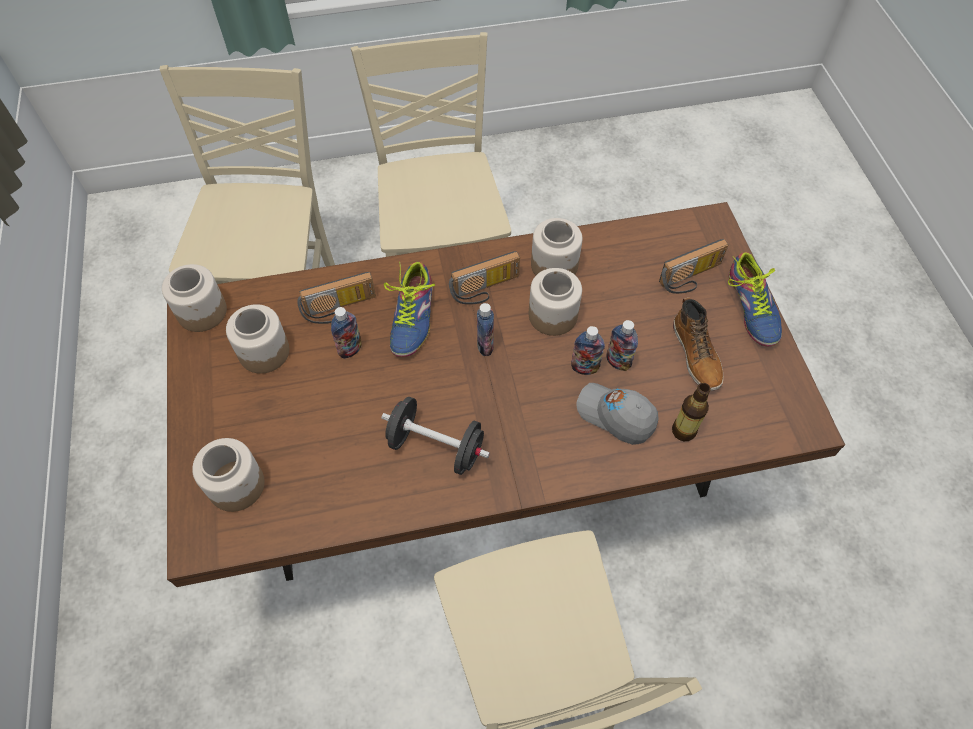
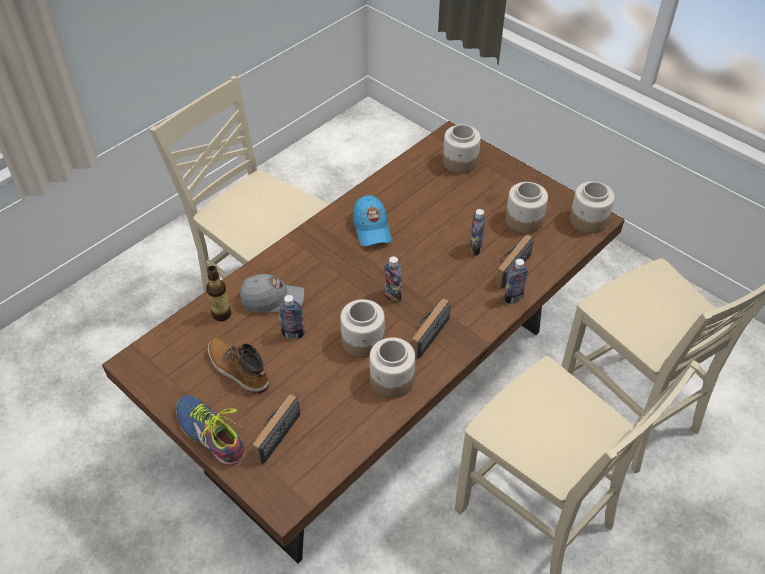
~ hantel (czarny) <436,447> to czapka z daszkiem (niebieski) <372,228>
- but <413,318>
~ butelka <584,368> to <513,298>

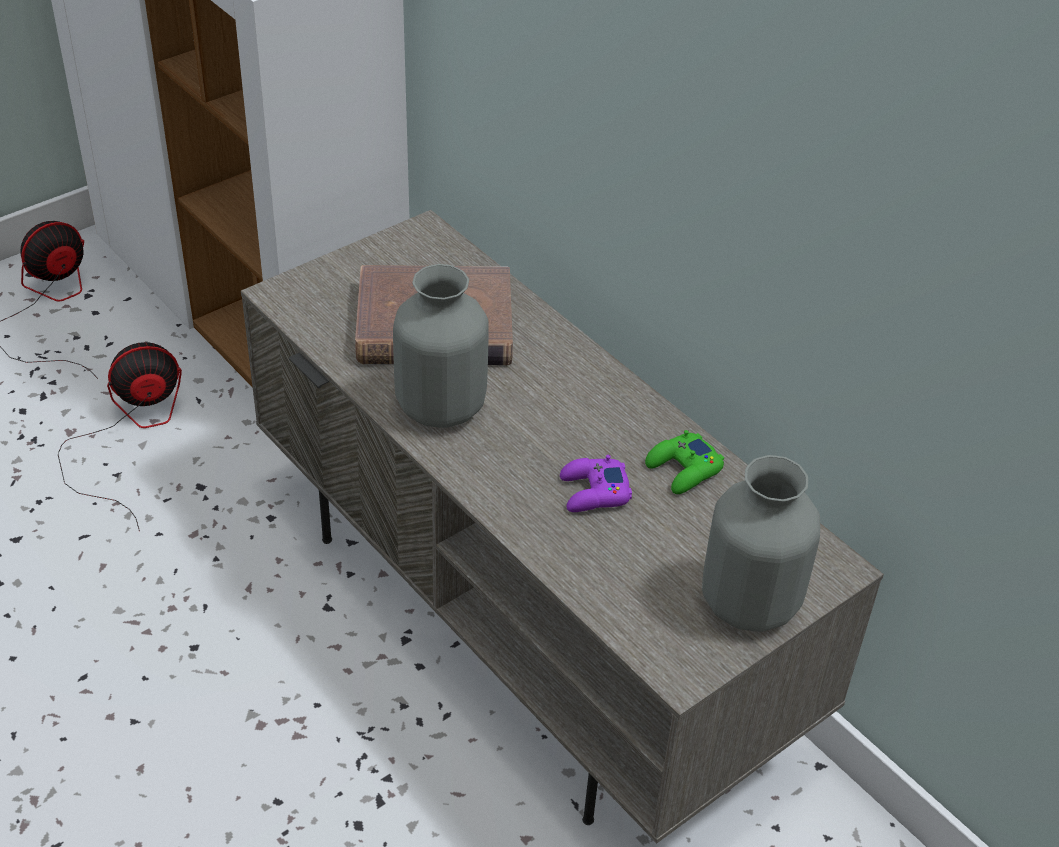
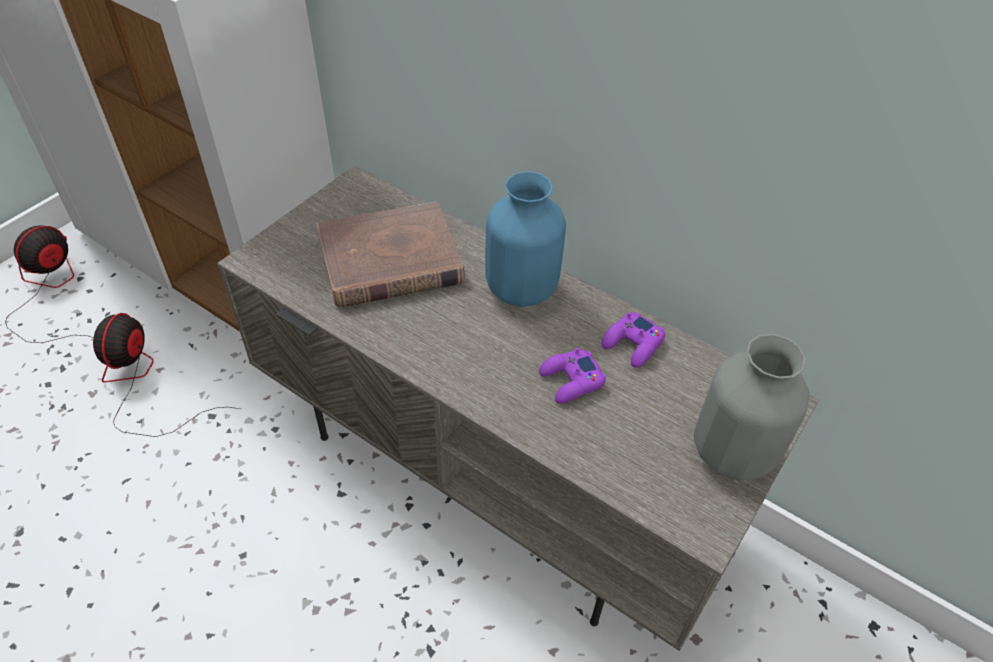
~ wentylator <130,433> = <143,384> 45 degrees counterclockwise
- wazon (szary) <439,408>
~ pad do gier (zielony) <684,469> to pad do gier (fioletowy) <633,344>
+ wazon (niebieski) <521,290>

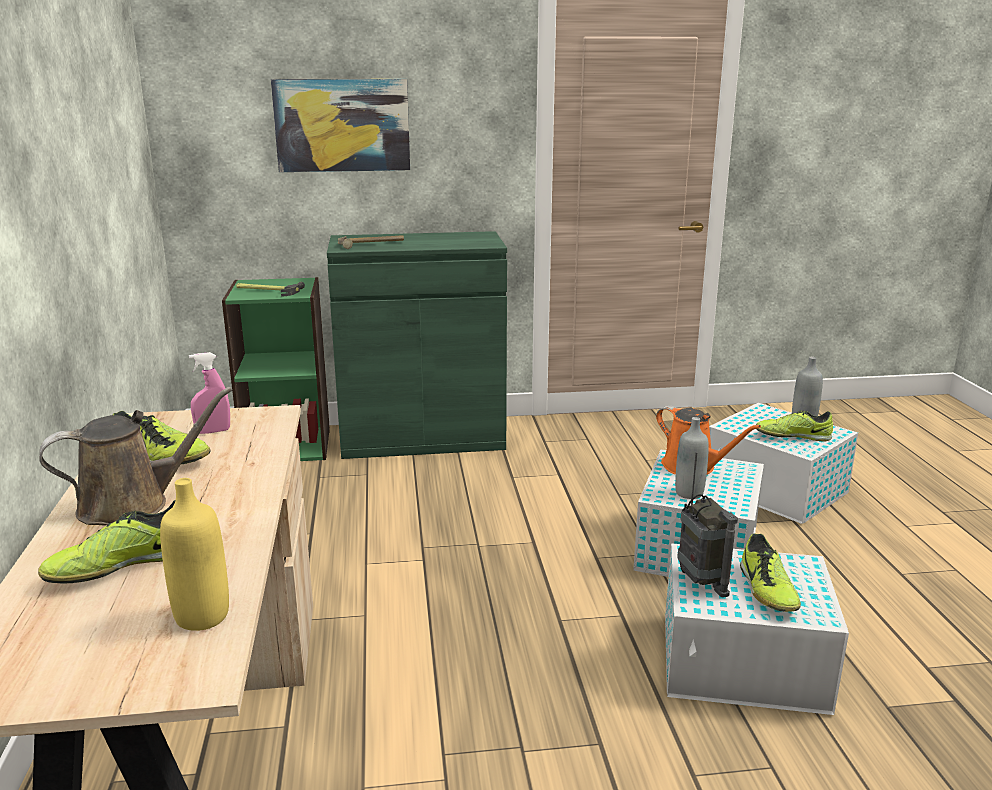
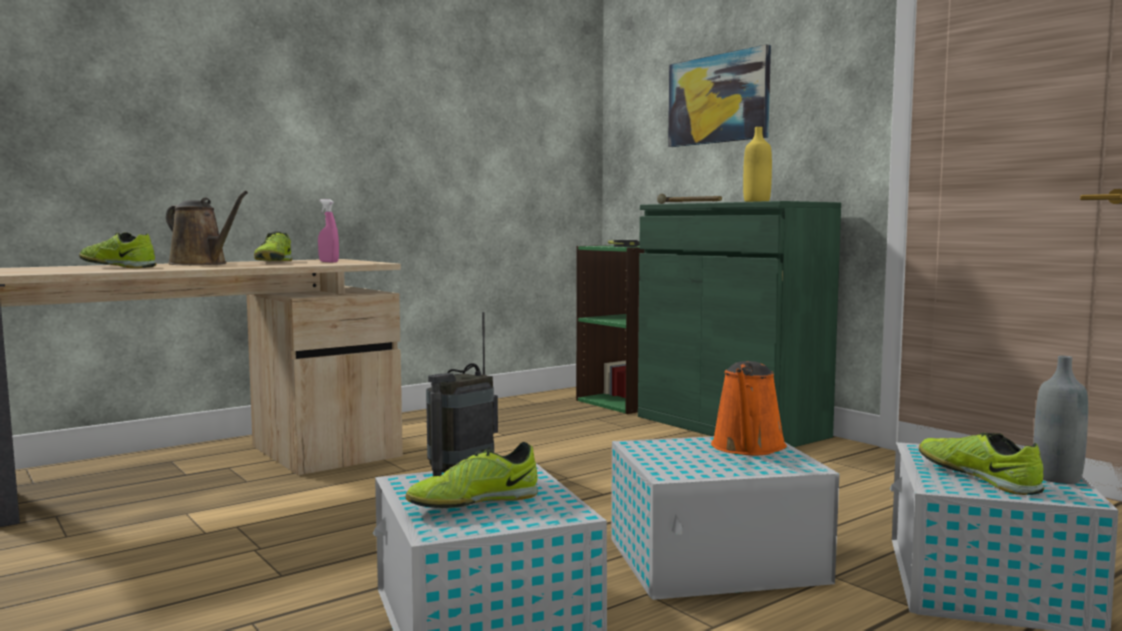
~ butelka (żółty) <202,616> to <756,201>
- butelka (szary) <689,493>

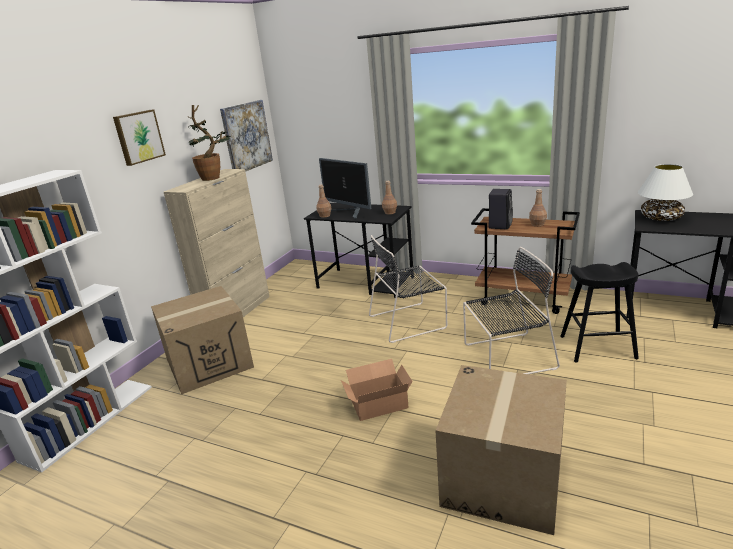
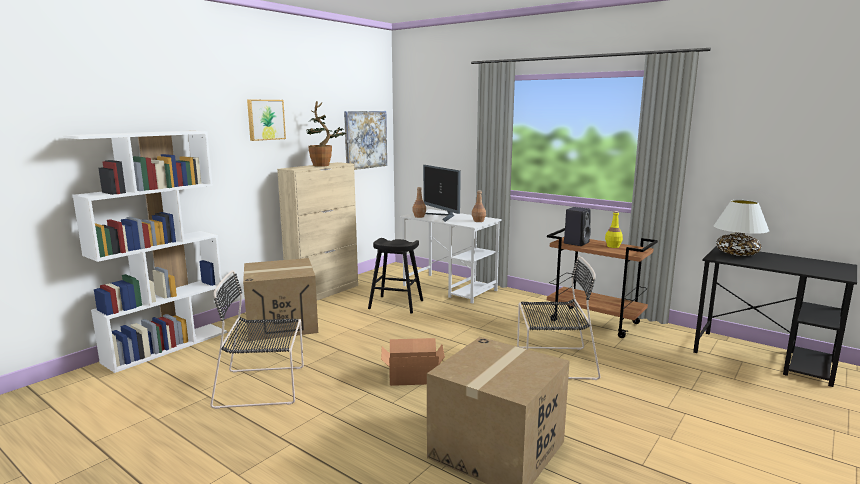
~ biurko (czarny) <366,283> to biurko (biały) <450,288>
~ krzesło (czarny) <409,321> to <264,386>
~ butelka (brązowy) <537,224> to butelka (żółty) <613,246>
~ stołek (czarny) <597,347> to <396,304>

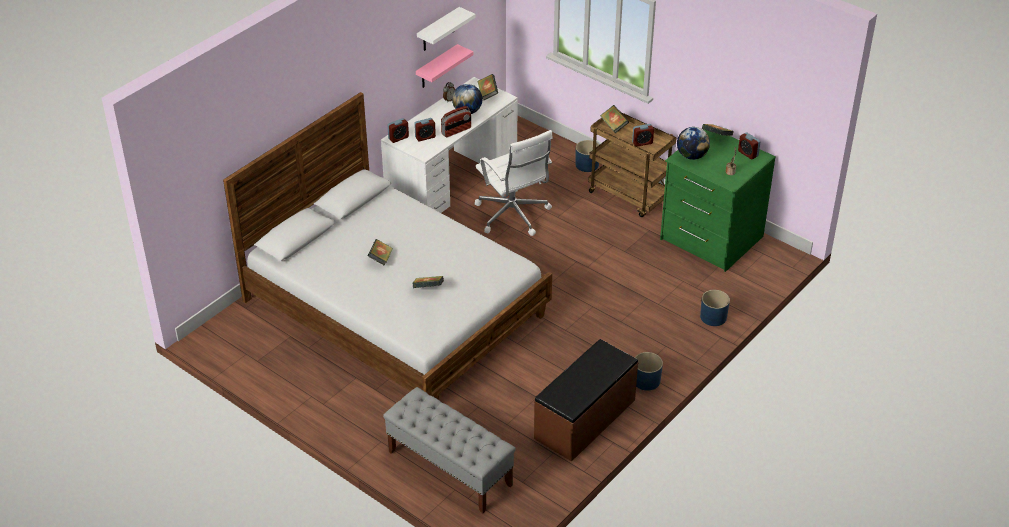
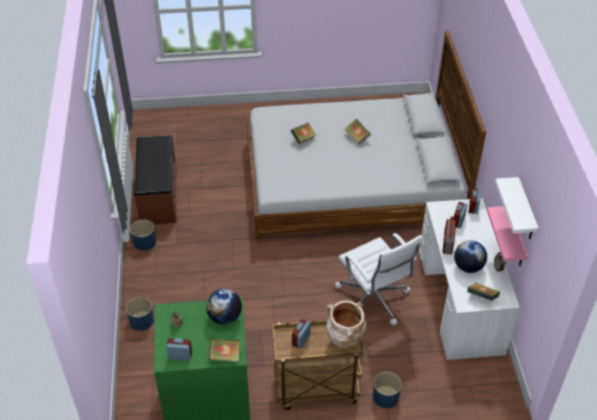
- ławka (szary) <449,468>
~ krzesło biurowe (biały) <513,216> = <373,300> 135 degrees counterclockwise
~ książka <614,126> to wazon (beżowy) <344,341>

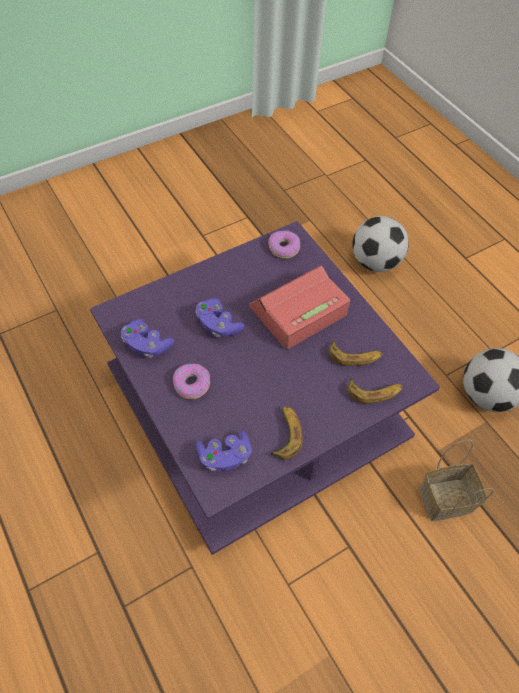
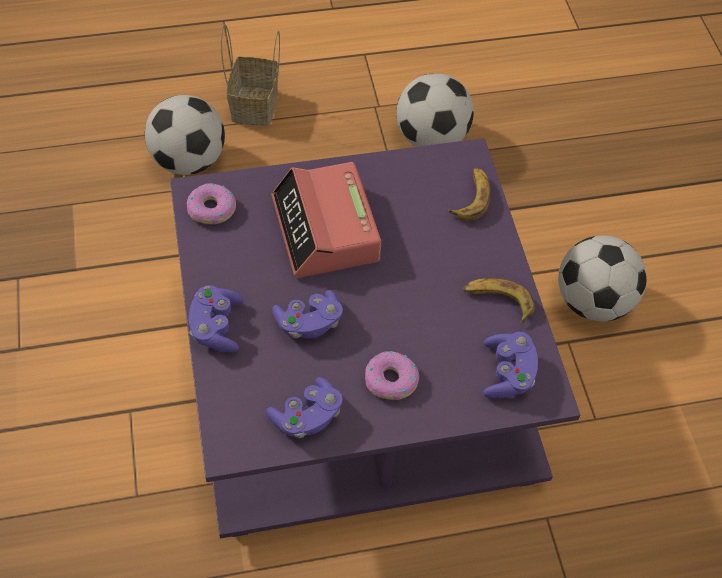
- banan <354,356>
~ koszyk <445,501> to <255,107>
+ pad do gier (fioletowy) <217,327>
+ piłka futbolowa <592,302>

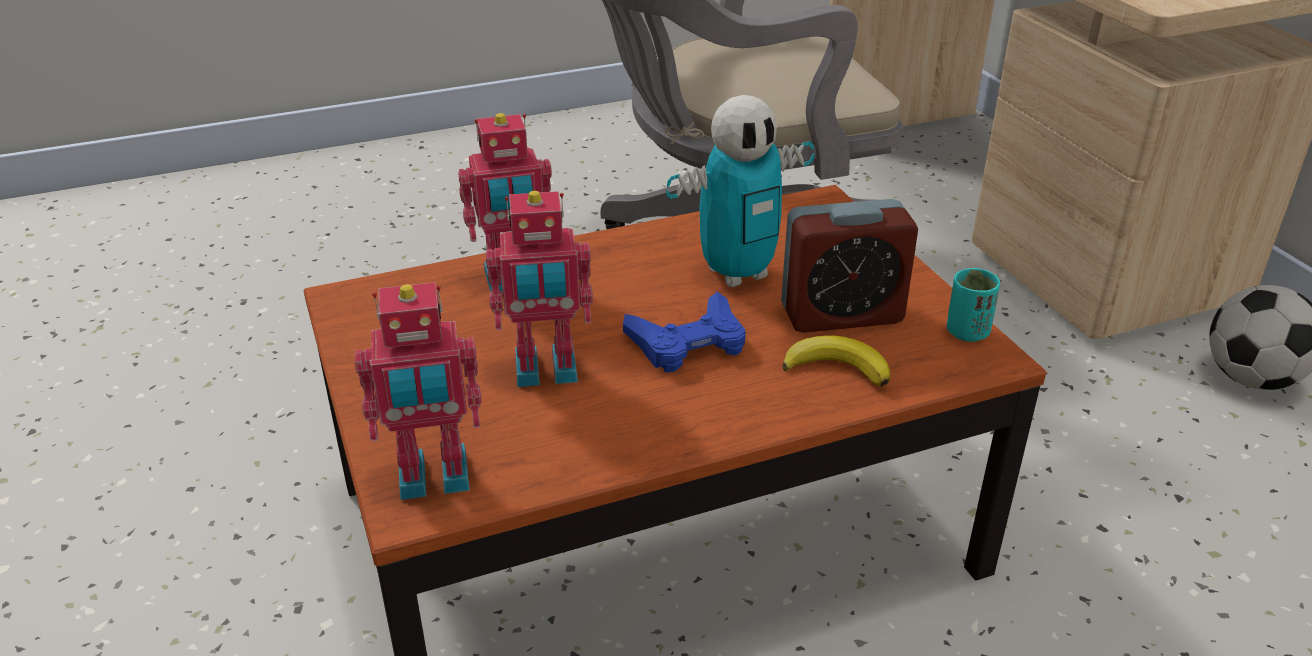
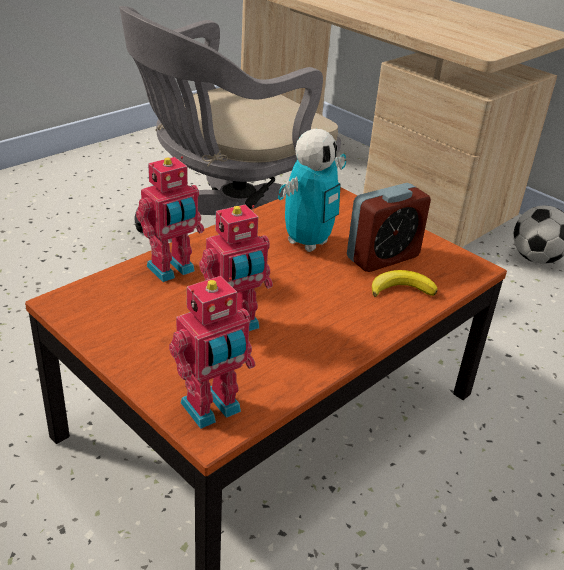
- pad do gier (niebieski) <688,342>
- filiżanka (turkusowy) <967,332>

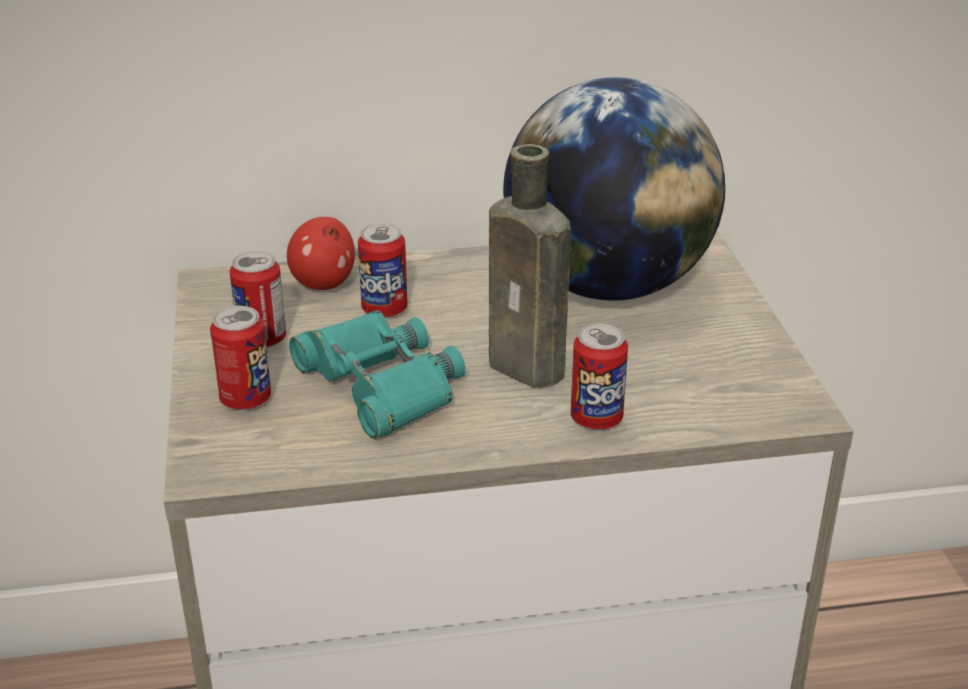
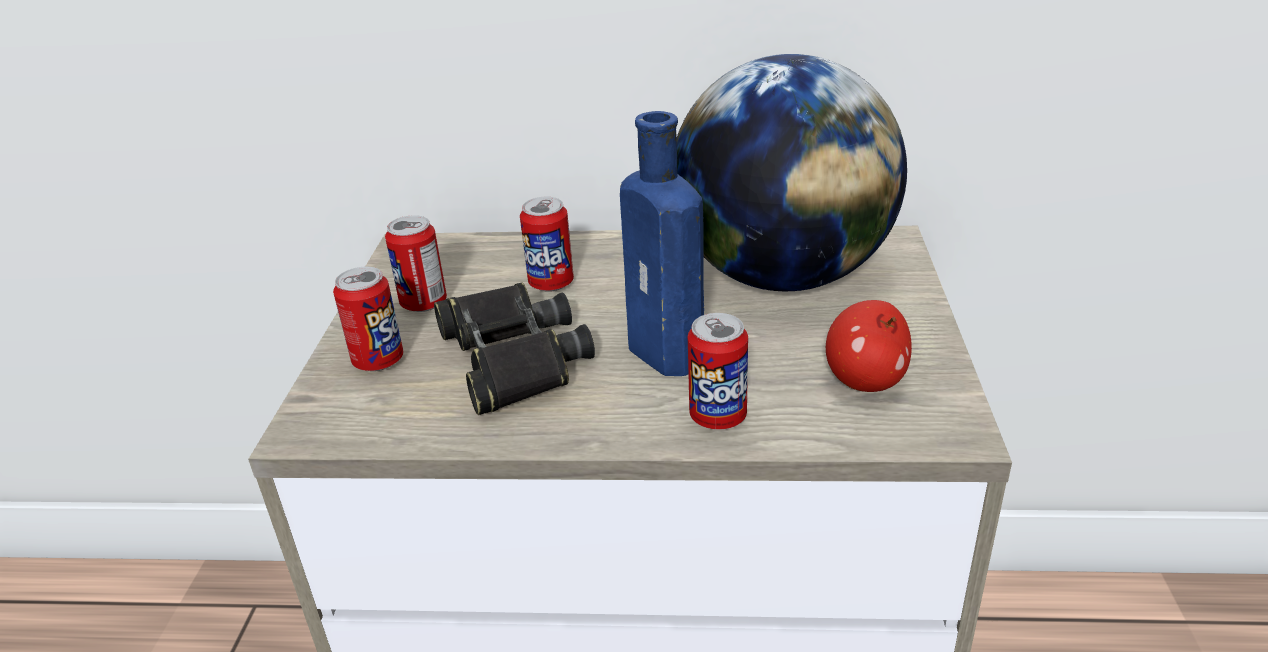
~ jabłko <323,283> to <865,381>
~ lornetka (turkusowy) <380,385> to lornetka (czarny) <512,358>
~ butelka (brązowy) <531,369> to butelka (niebieski) <670,355>

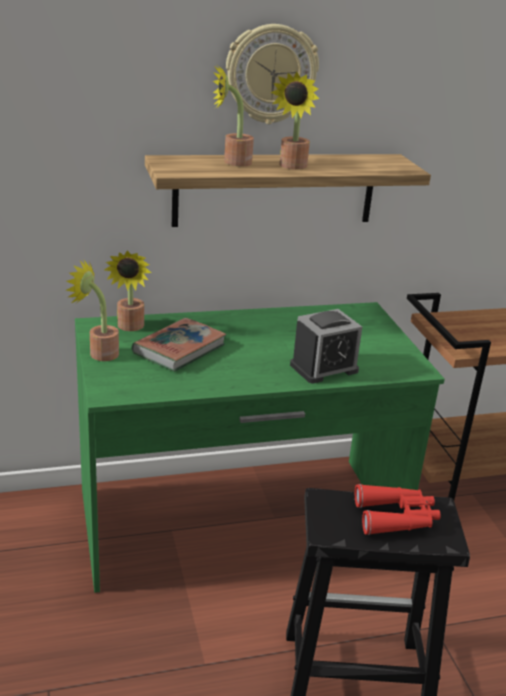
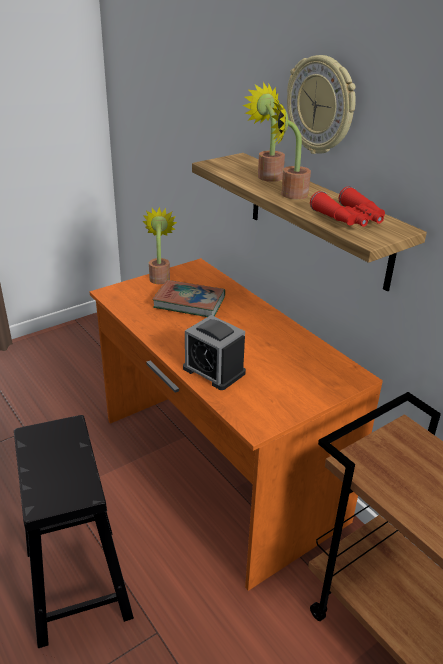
~ biurko (zielony) <239,521> to biurko (pomarańczowy) <217,468>
- roślina doniczkowa <130,328>
~ lornetka (czerwony) <396,518> to <350,219>

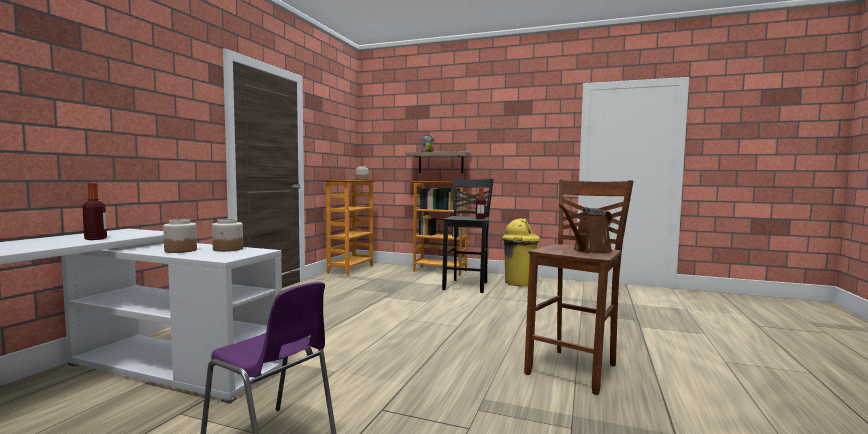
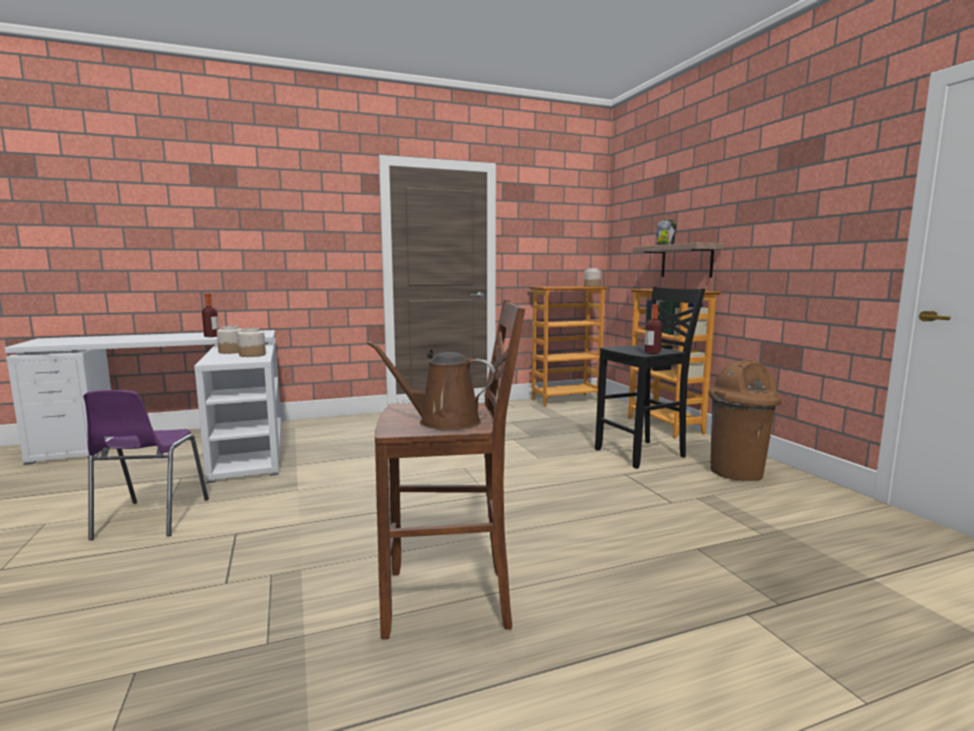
~ kosz na śmieci (żółty) <519,283> to kosz na śmieci (brązowy) <737,472>

